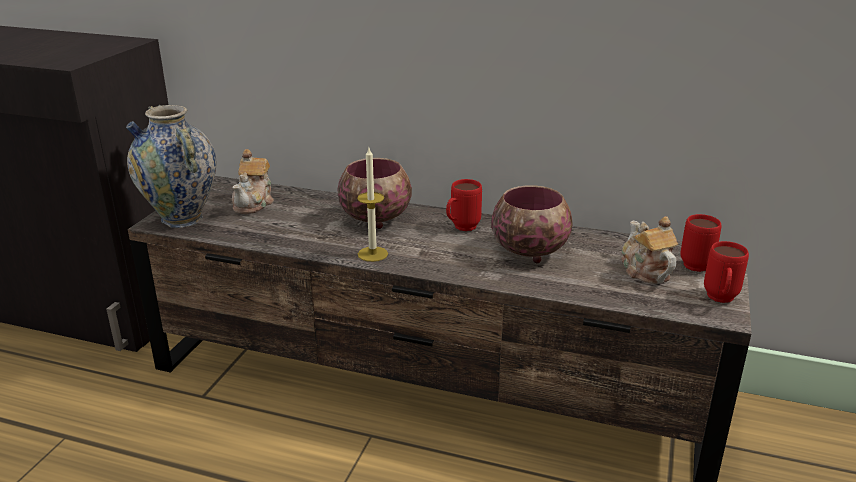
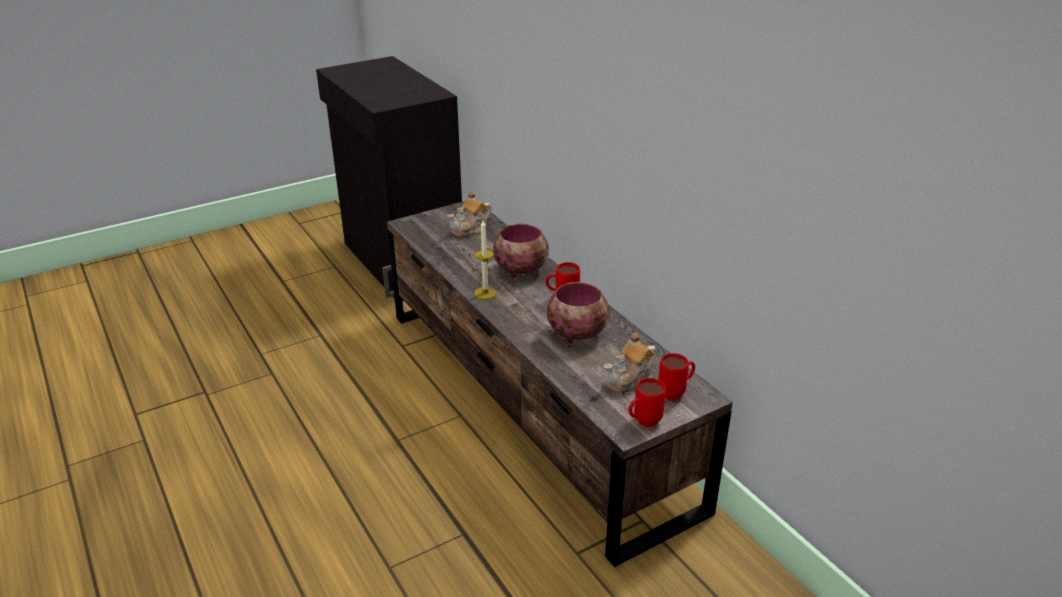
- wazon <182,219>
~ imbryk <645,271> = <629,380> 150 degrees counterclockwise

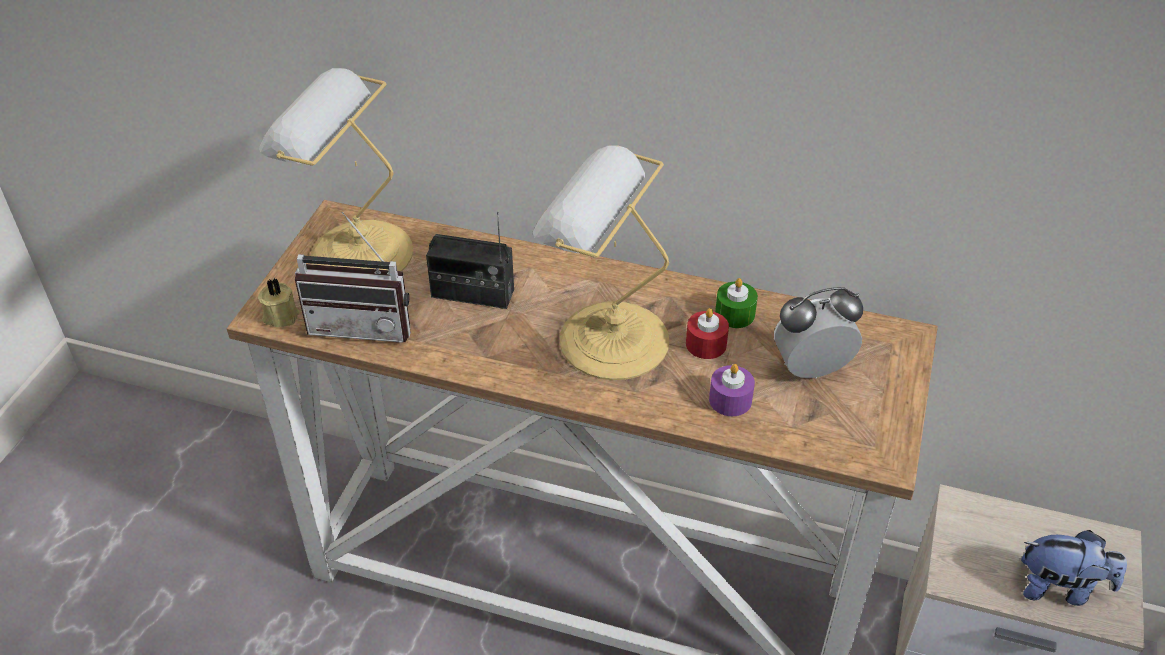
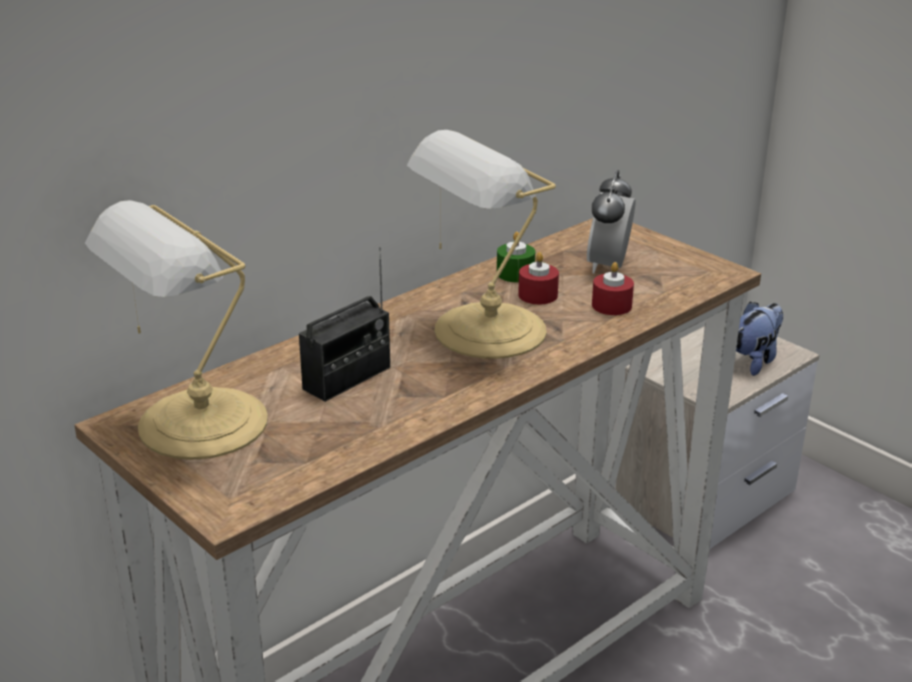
- świeca (beżowy) <280,315>
- radio <364,324>
~ świeca (fioletowy) <730,400> to świeca (czerwony) <611,305>

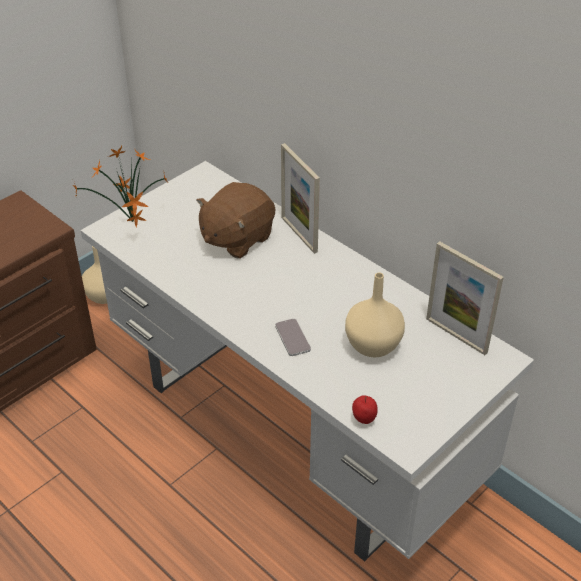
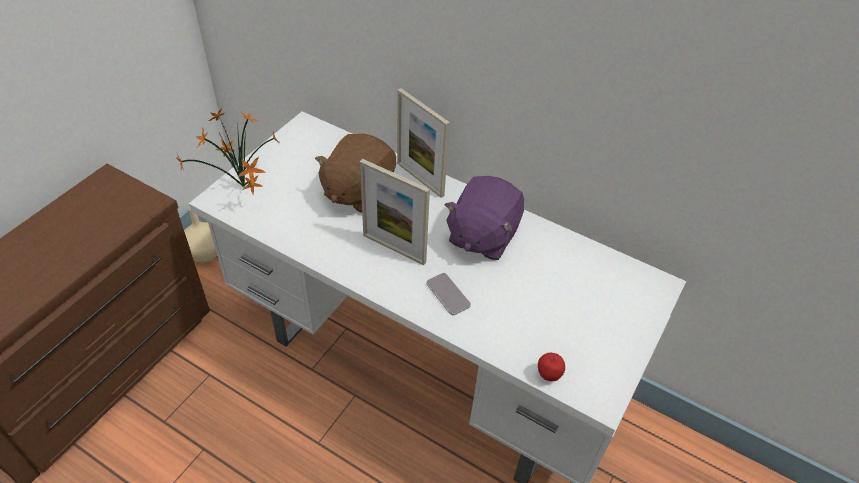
- wazon (beżowy) <371,345>
~ ramka na zdjęcie <456,335> to <394,248>
+ pluszak (fioletowy) <482,236>

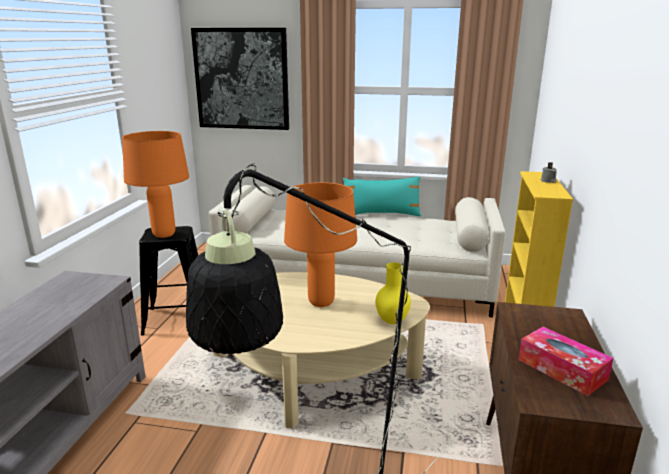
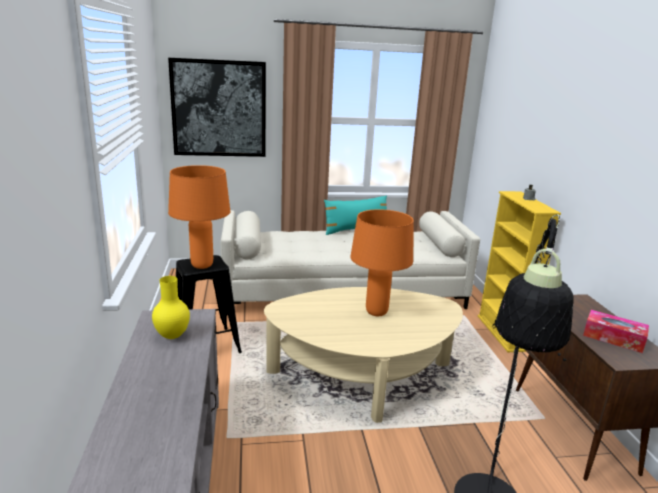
~ wazon (żółty) <392,321> to <173,336>

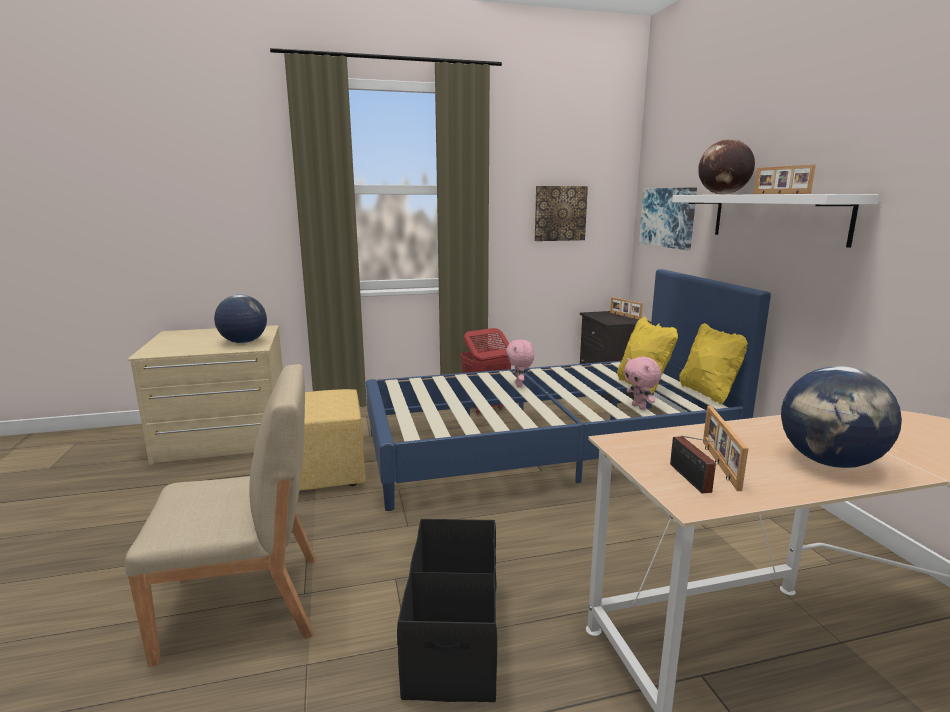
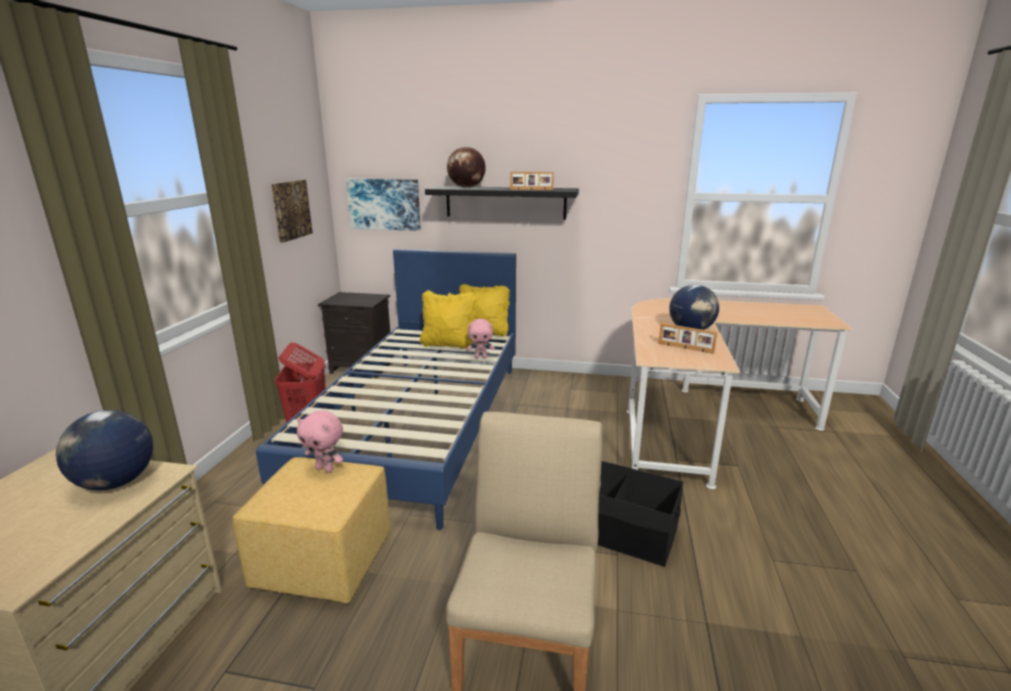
~ pluszak (różowy) <519,385> to <325,469>
- ramka na zdjęcie <624,316>
- radio <691,480>
~ półka (biały) <776,217> to półka (czarny) <505,202>

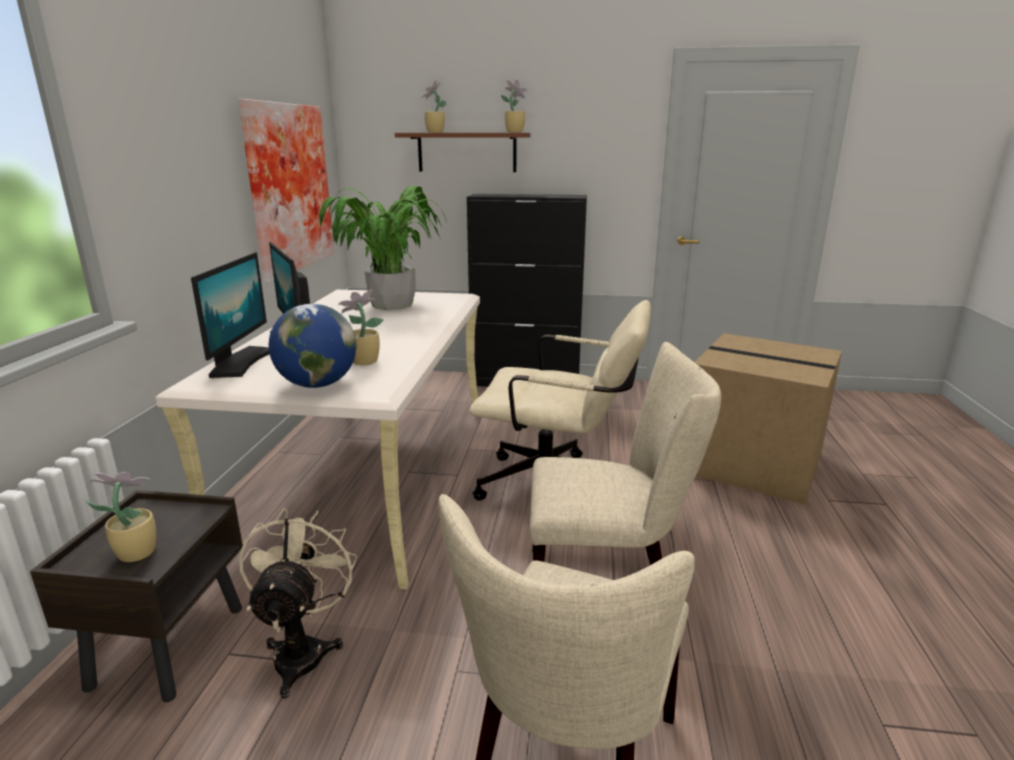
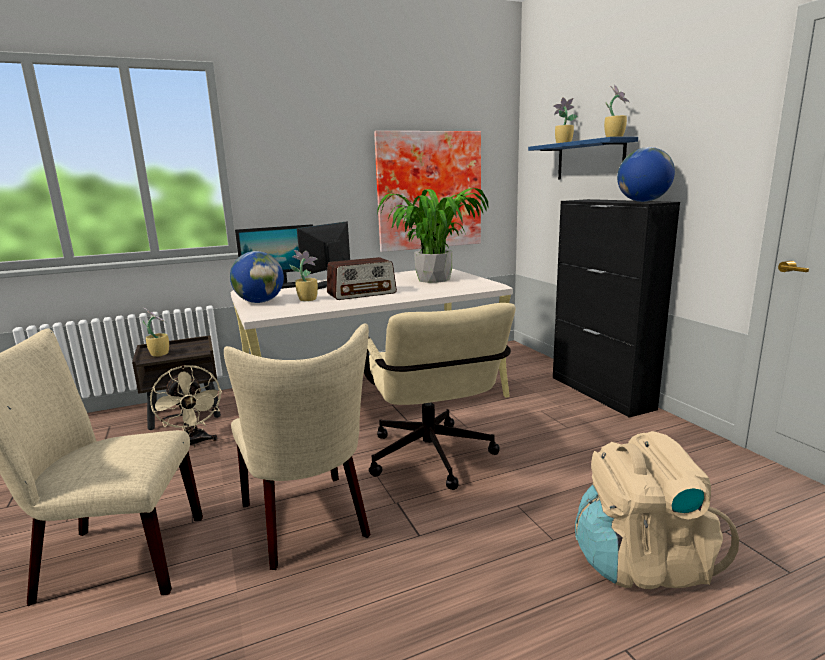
~ wentylator (beżowy) <303,650> = <193,444> 90 degrees clockwise
~ półka (brązowy) <467,152> to półka (niebieski) <590,160>
~ karton <755,462> to plecak (beżowy) <642,563>
+ radio <362,293>
+ globus <643,201>

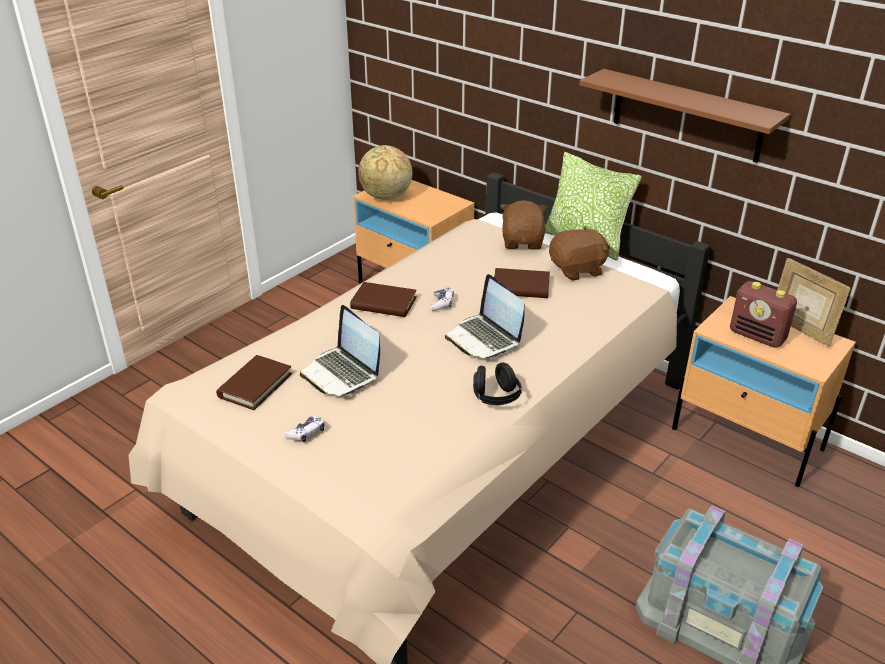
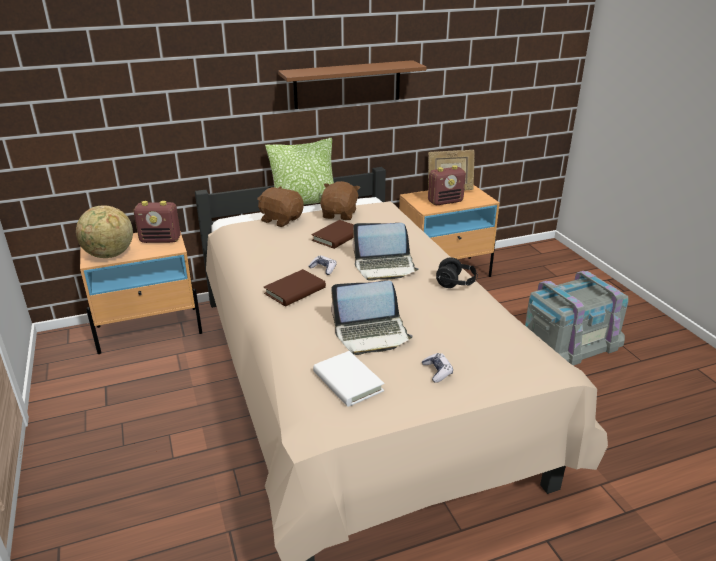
~ książka (brązowy) <255,385> to książka (biały) <348,382>
+ radio <161,240>

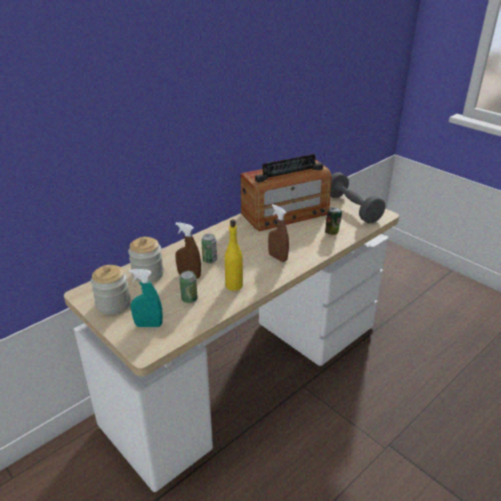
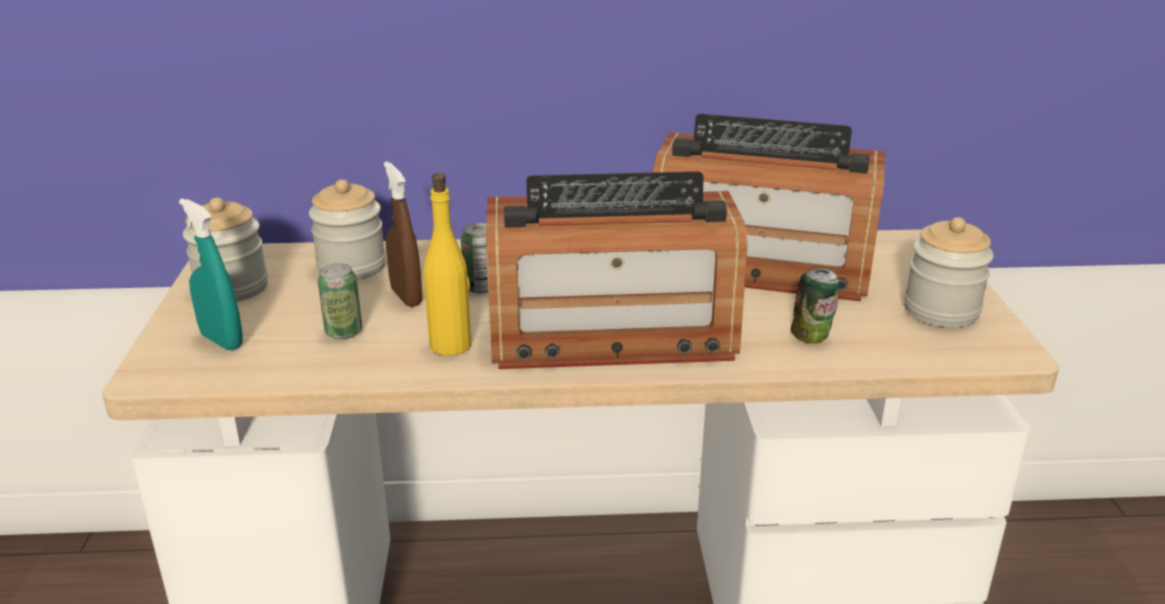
~ spryskiwacz (brązowy) <277,257> to radio <611,335>
~ hantel (szary) <352,208> to słoik <941,310>

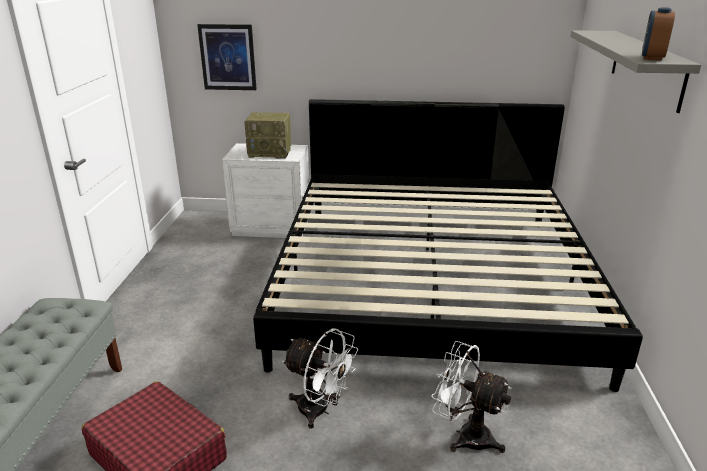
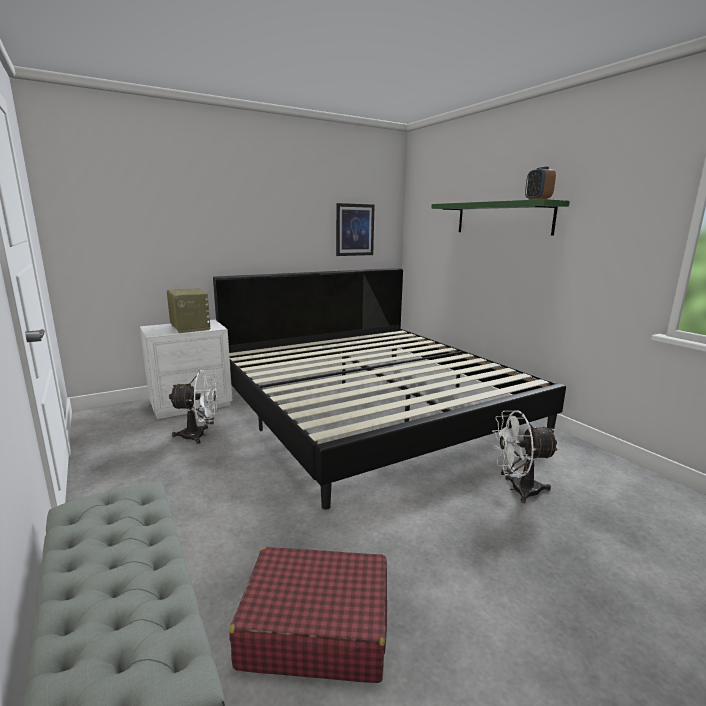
~ obraz <228,57> to <354,230>
~ radio <271,153> = <189,327> 90 degrees counterclockwise
~ wentylator (biały) <320,411> to <199,435>
~ półka (szary) <646,67> to półka (zielony) <502,218>

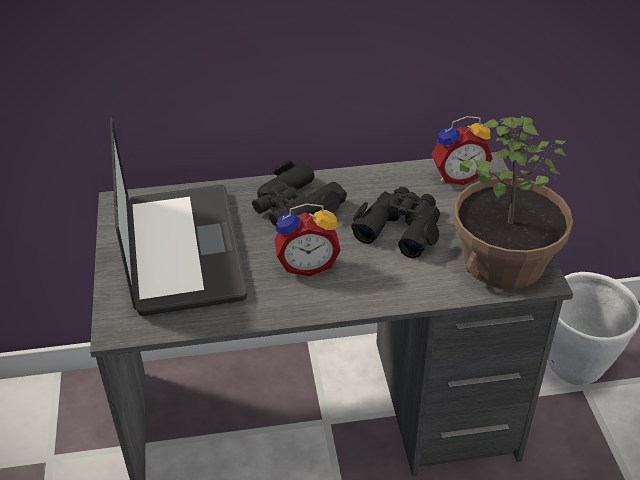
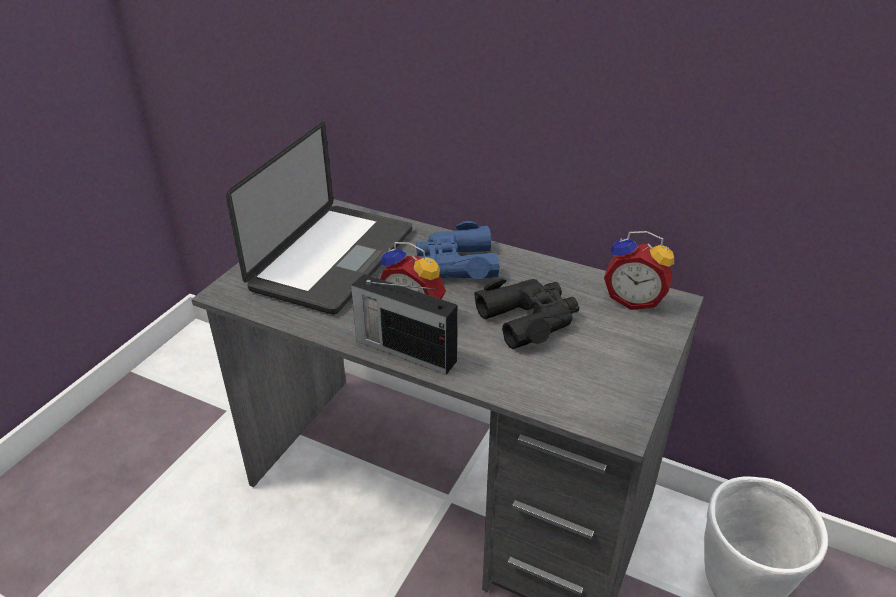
~ lornetka (czarny) <295,206> to lornetka (niebieski) <456,264>
- roślina doniczkowa <504,262>
+ radio <404,350>

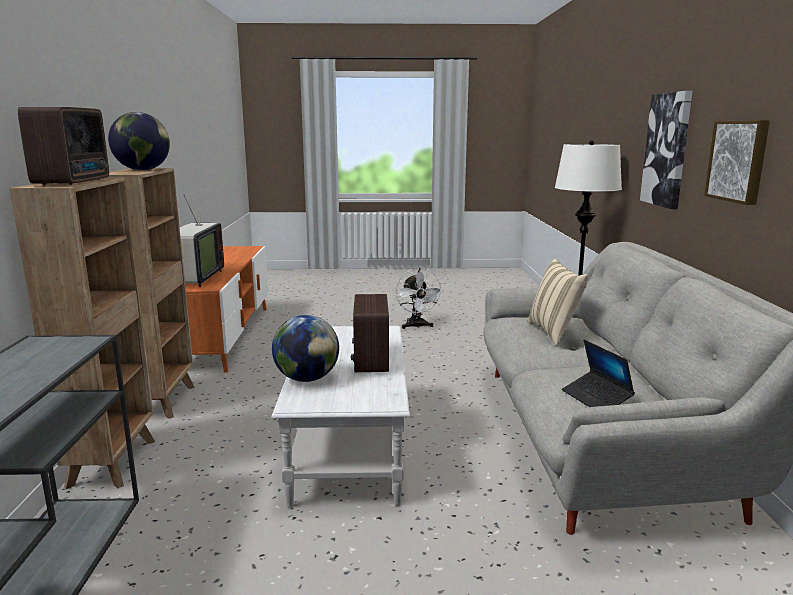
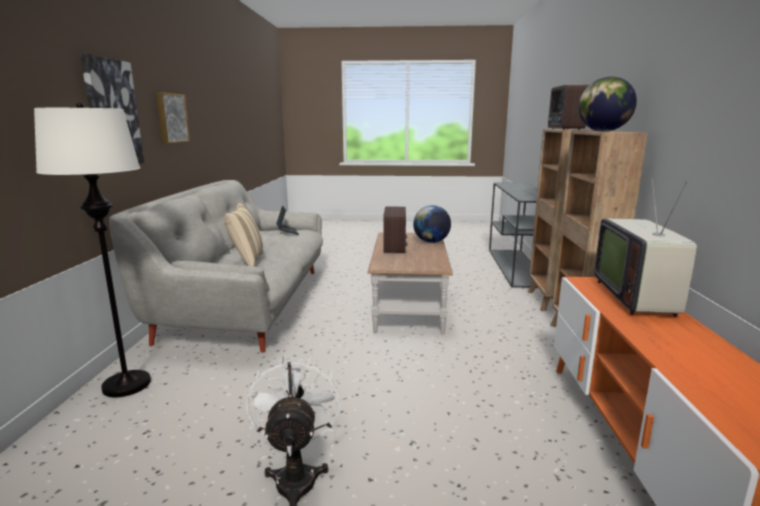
~ ława (biały) <349,444> to ława (brązowy) <408,304>

